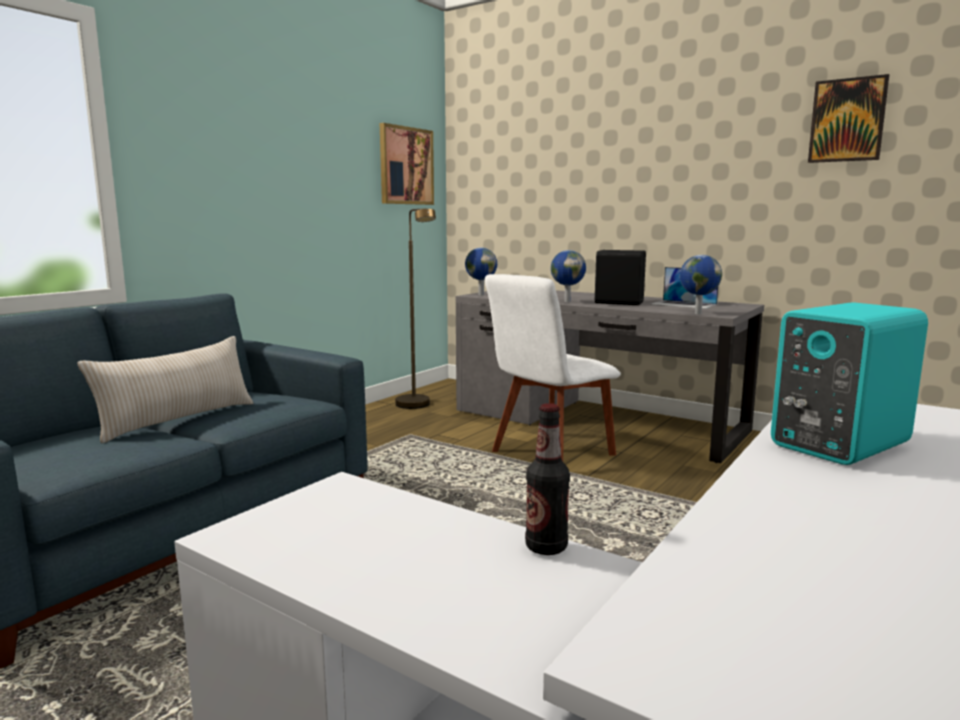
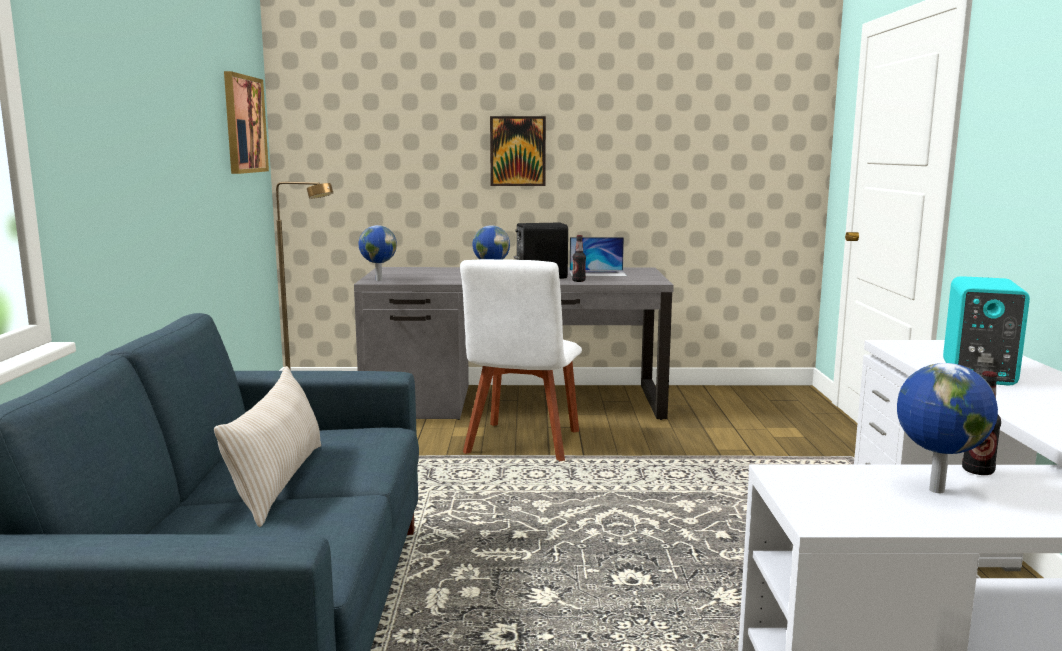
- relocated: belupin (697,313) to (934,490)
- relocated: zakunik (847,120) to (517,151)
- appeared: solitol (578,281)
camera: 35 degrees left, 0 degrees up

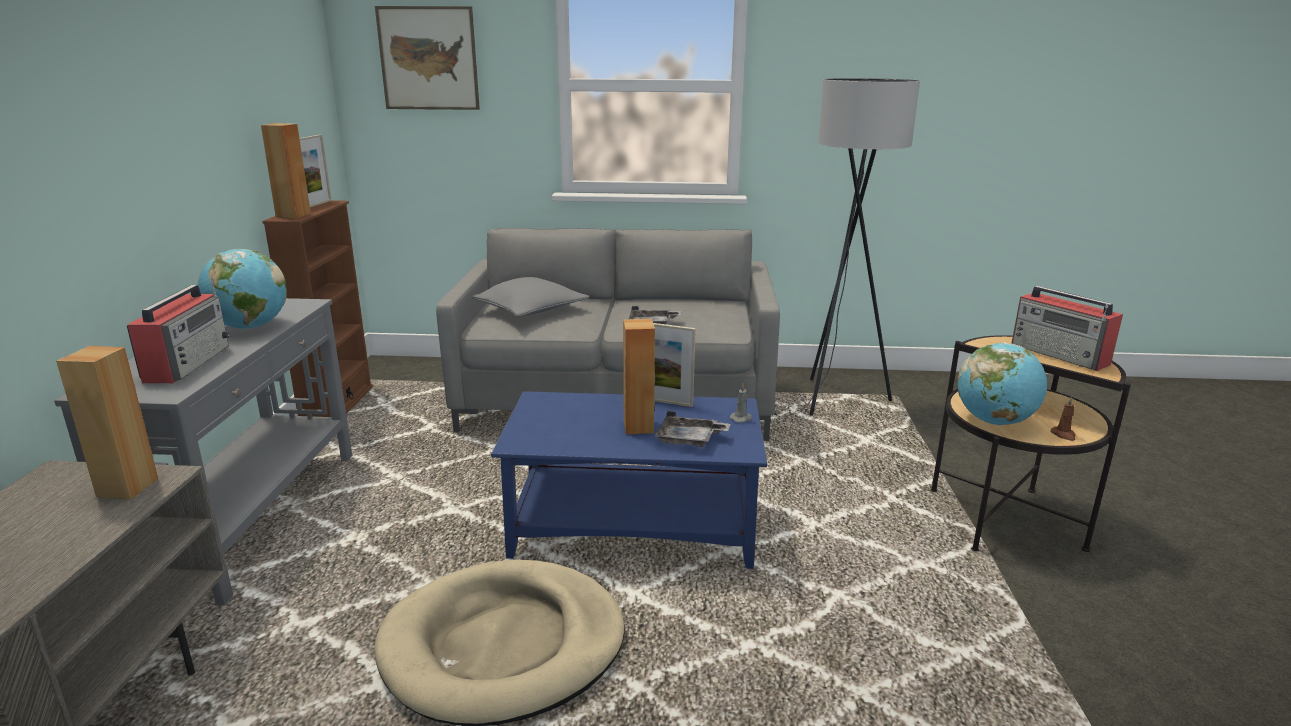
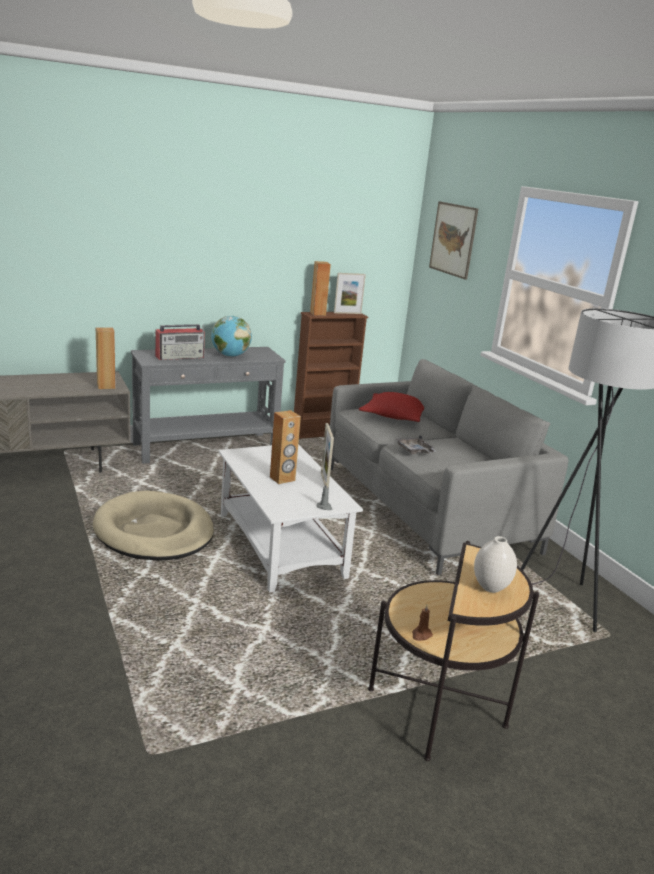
- colour: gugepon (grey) (530,310) to gugepon (red) (394,415)
- colour: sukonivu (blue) (635,527) to sukonivu (white) (281,546)
- missing: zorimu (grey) (689,440)
- missing: belupin (994,421)
- exchanged: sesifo (1060,355) to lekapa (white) (491,588)
camera: 60 degrees right, 0 degrees up

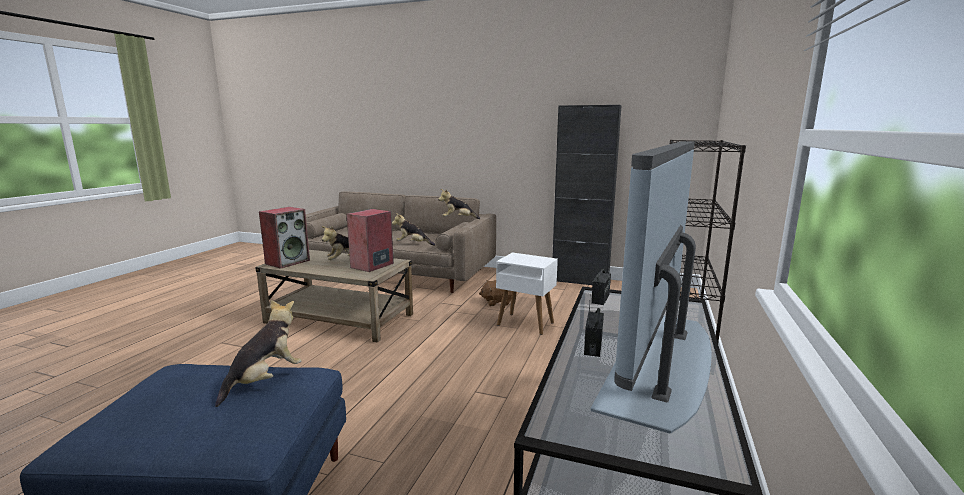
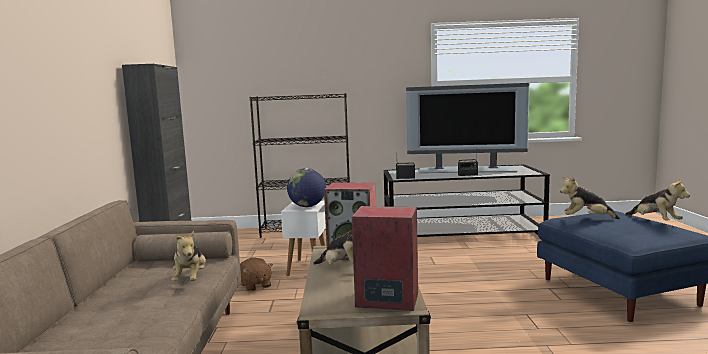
- relocated: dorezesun (458,219) to (655,221)
- appeared: belupin (307,206)
camera: 110 degrees left, 5 degrees down

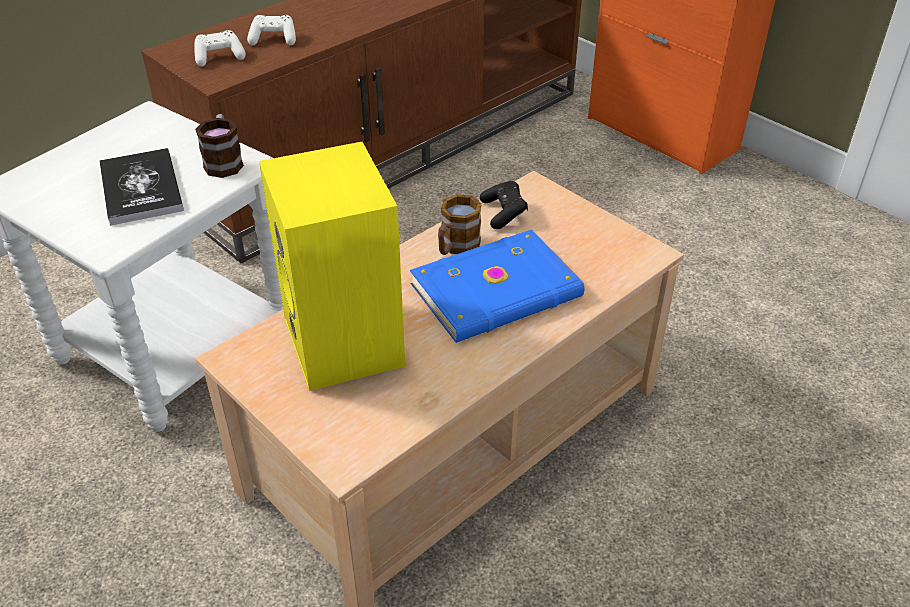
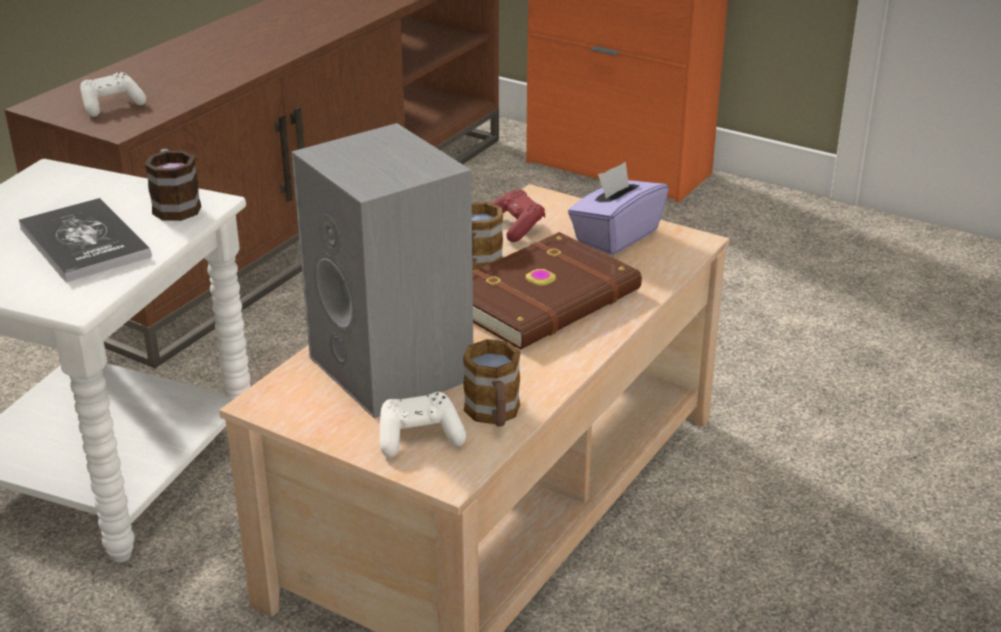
- relocated: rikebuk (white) (273,39) to (419,438)
- colour: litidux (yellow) (347,343) to litidux (grey) (395,369)
- colour: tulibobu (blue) (498,292) to tulibobu (brown) (545,299)
- colour: rikebuk (black) (504,213) to rikebuk (red) (515,226)
- appeared: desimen (494,415)
- appeared: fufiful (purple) (616,236)
camera: 15 degrees left, 10 degrees down

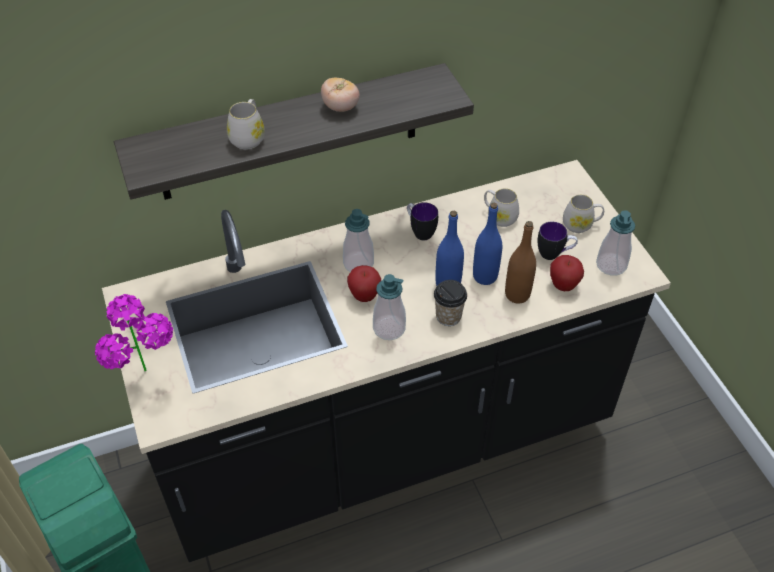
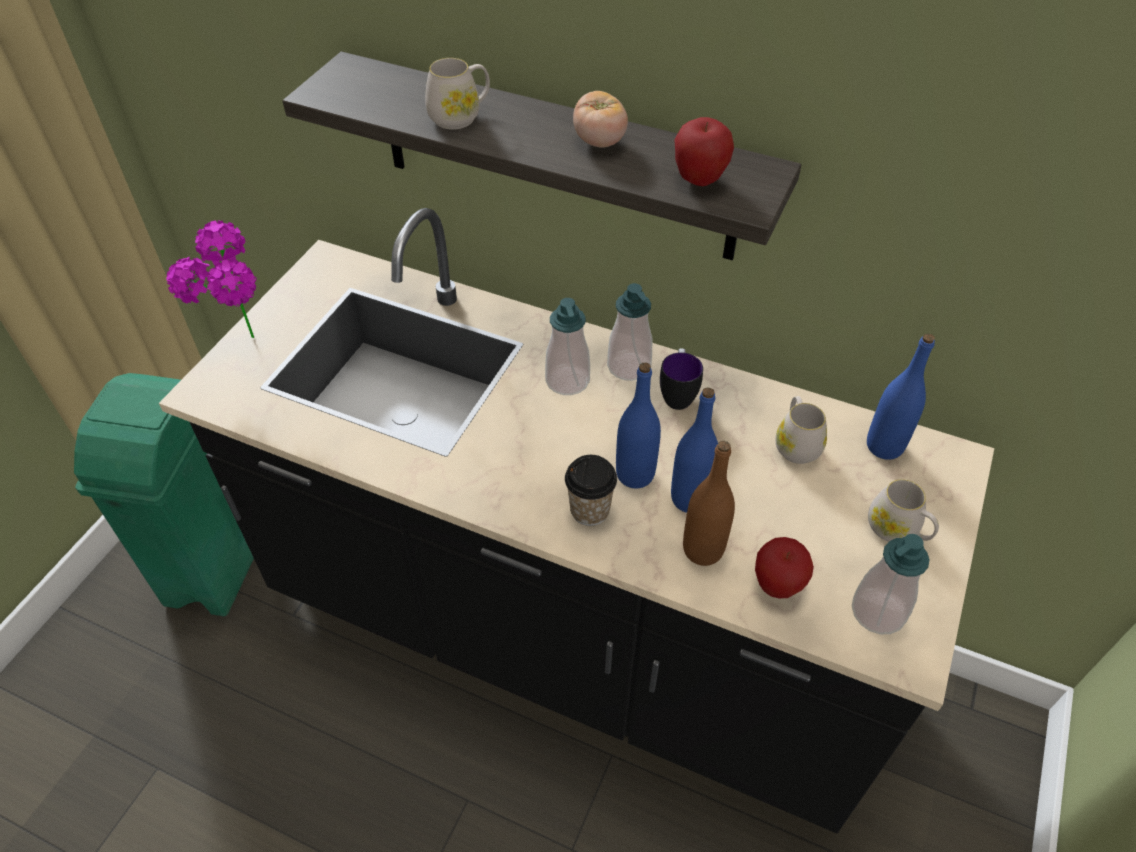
- relocated: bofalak (364,296) to (699,180)
- relocated: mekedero (389,328) to (629,366)
- missing: desimen (554,254)
- appeared: solitol (blue) (884,446)
camera: 45 degrees right, 0 degrees up

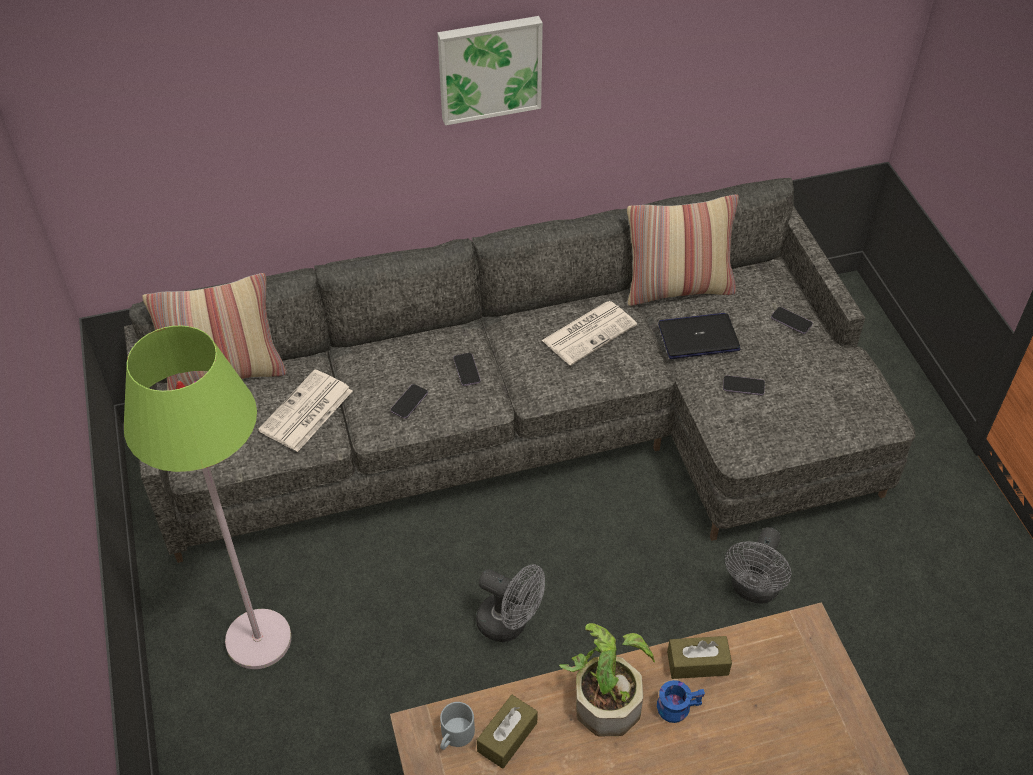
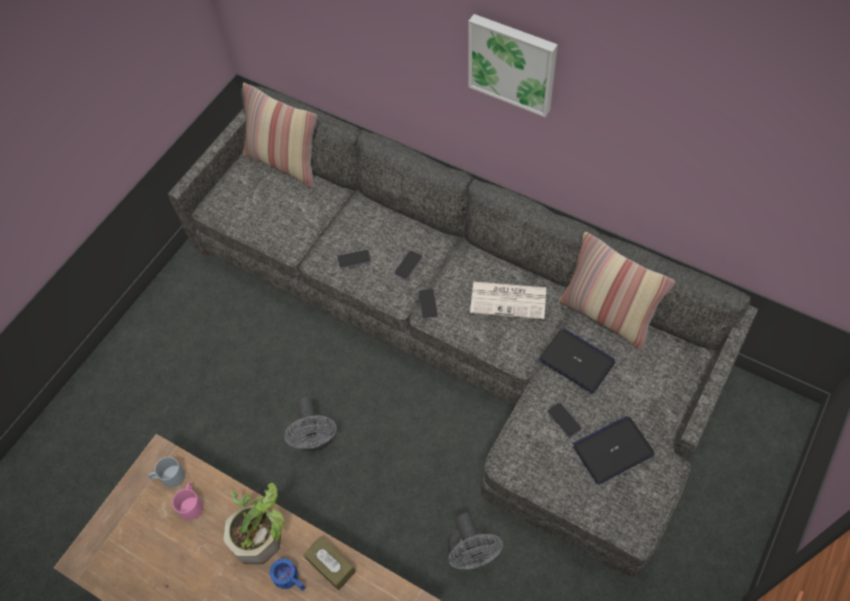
- missing: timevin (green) (258,639)
- missing: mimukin (306,412)
- exchanged: fufiful (brown) (507,737) to desimen (pink) (191,503)
- spun: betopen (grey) (753,590) = (471,553) 90 degrees counterclockwise
- relocated: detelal (791,321) to (428,304)
- appeared: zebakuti (613,450)
camera: 50 degrees right, 10 degrees up

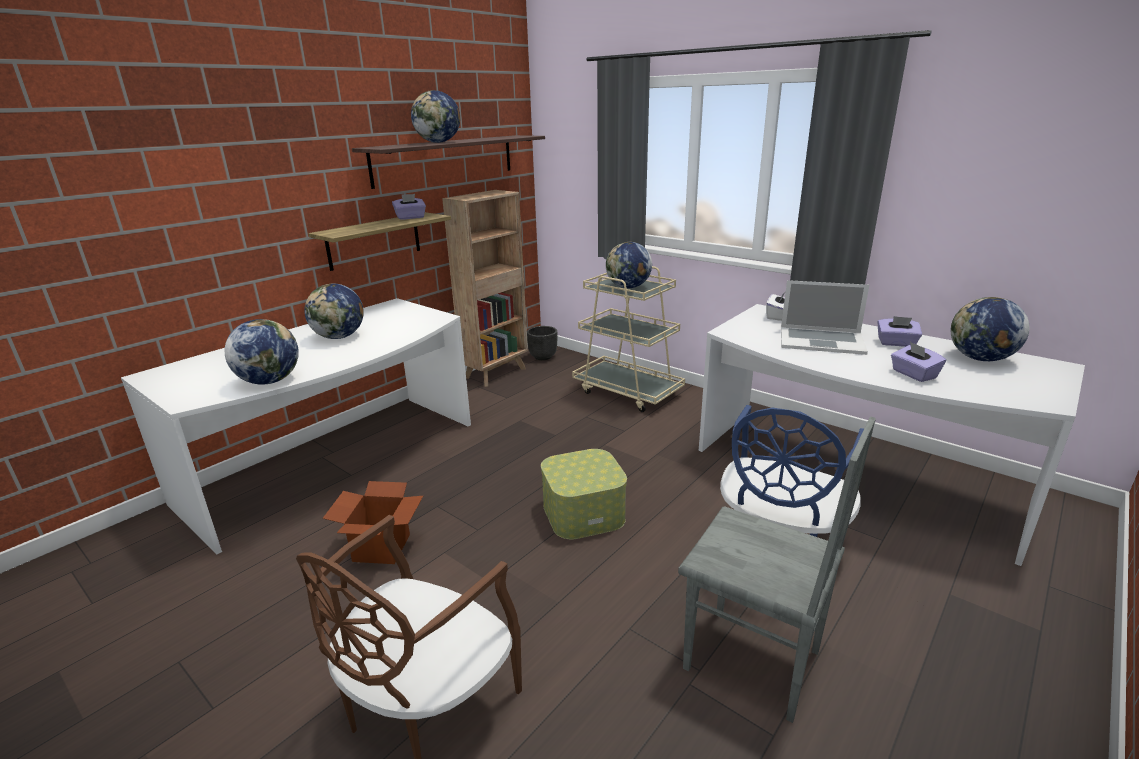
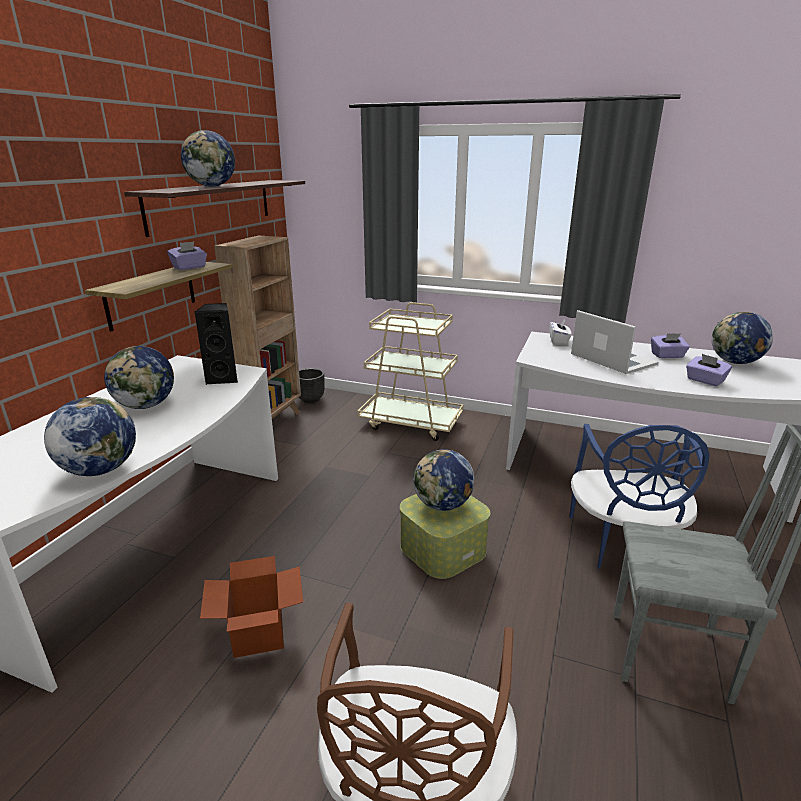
- relocated: belupin (628,287) to (442,505)
- spun: zebakuti (821,340) = (612,359) 120 degrees counterclockwise
- appeared: litidux (black) (224,378)
camera: 20 degrees left, 0 degrees up

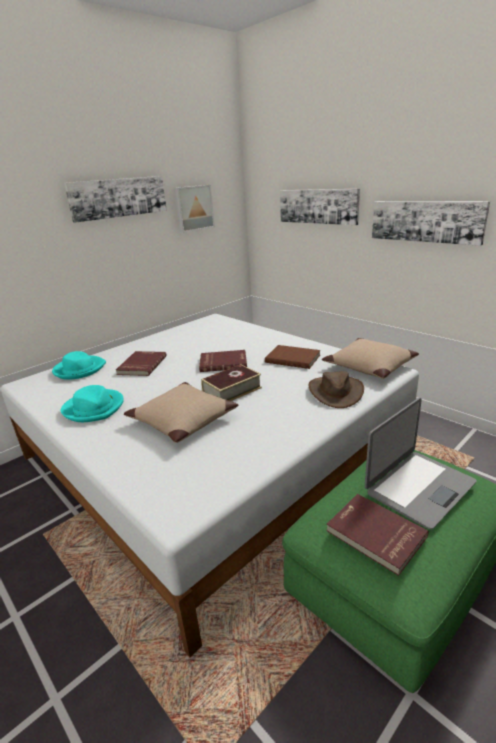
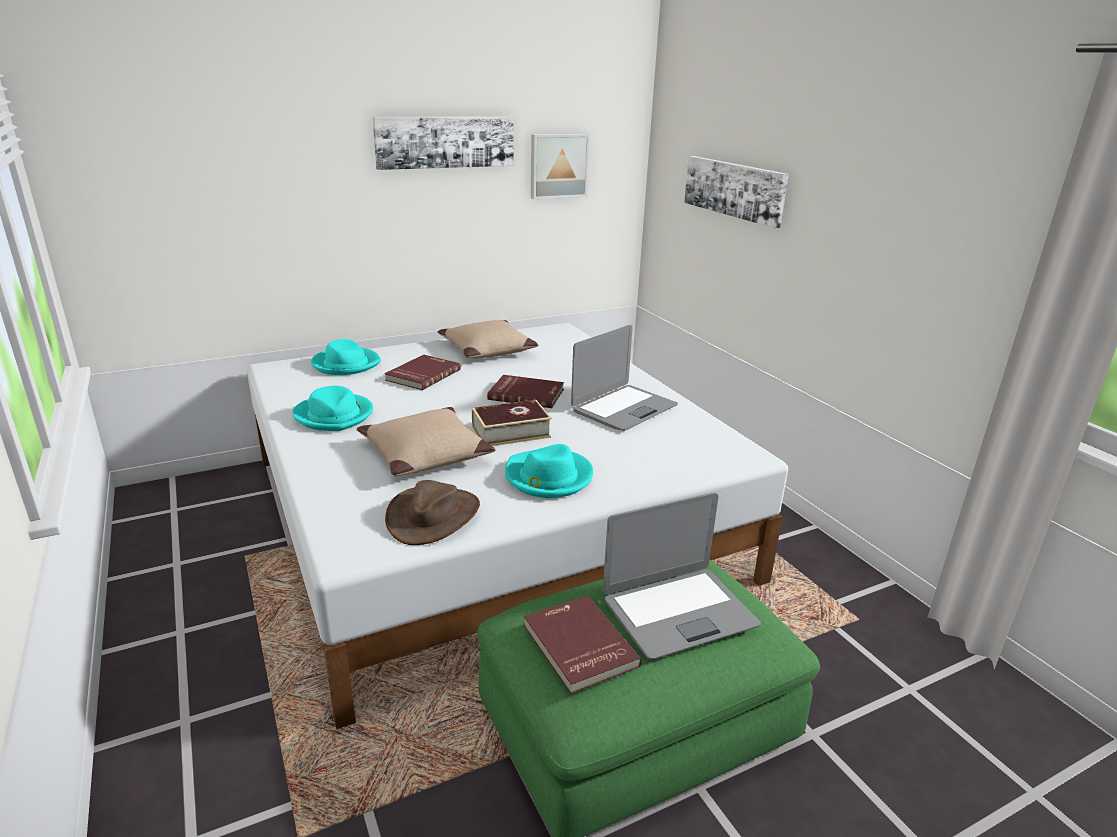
- exchanged: tulibobu (brown) (293,358) to zebakuti (623,408)
- relocated: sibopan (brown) (335,392) to (433,515)
- relocated: gugepon (beige) (369,366) to (487,349)
- missing: zakunik (426,221)
- appeared: sibopan (turquoise) (548,477)
camera: 15 degrees right, 0 degrees up

